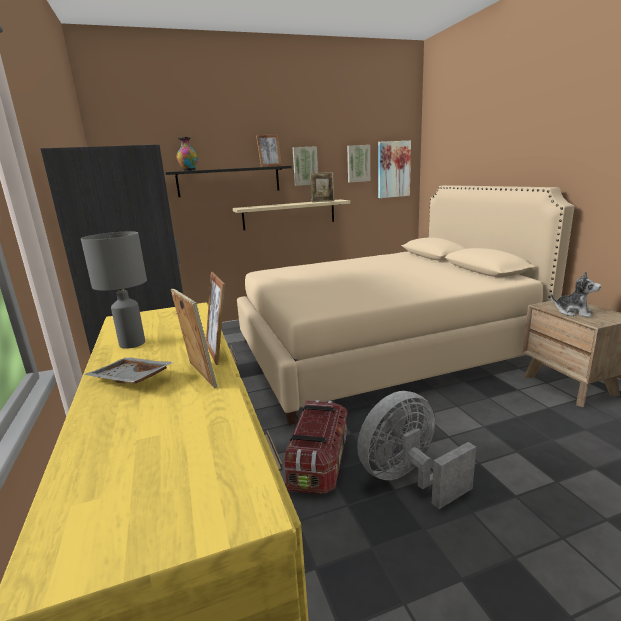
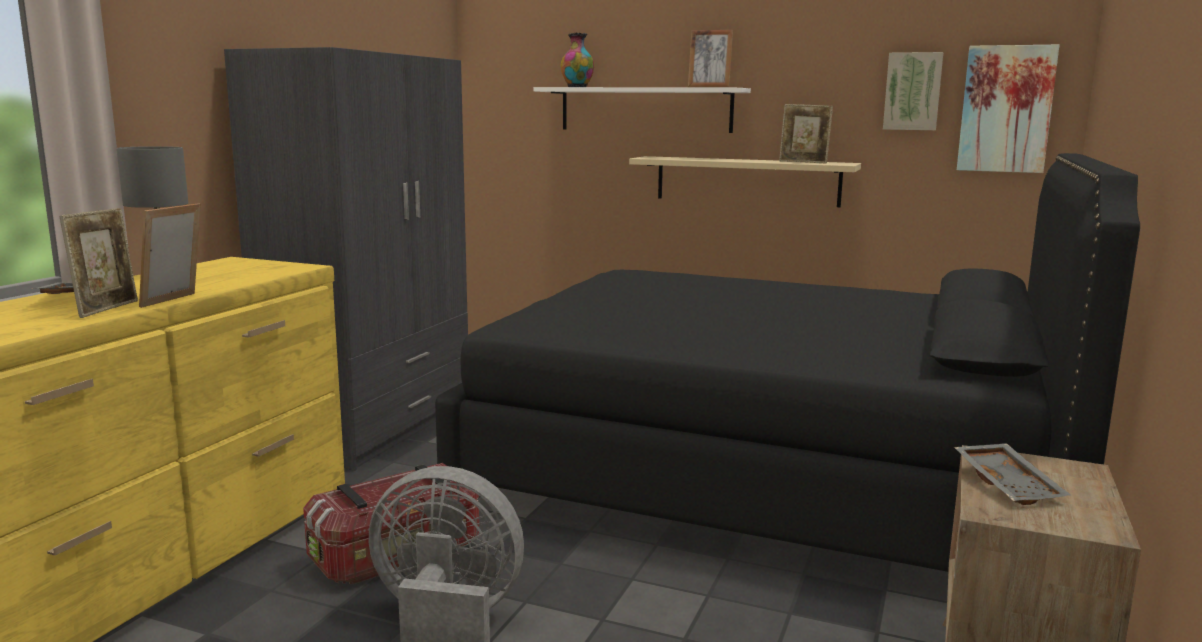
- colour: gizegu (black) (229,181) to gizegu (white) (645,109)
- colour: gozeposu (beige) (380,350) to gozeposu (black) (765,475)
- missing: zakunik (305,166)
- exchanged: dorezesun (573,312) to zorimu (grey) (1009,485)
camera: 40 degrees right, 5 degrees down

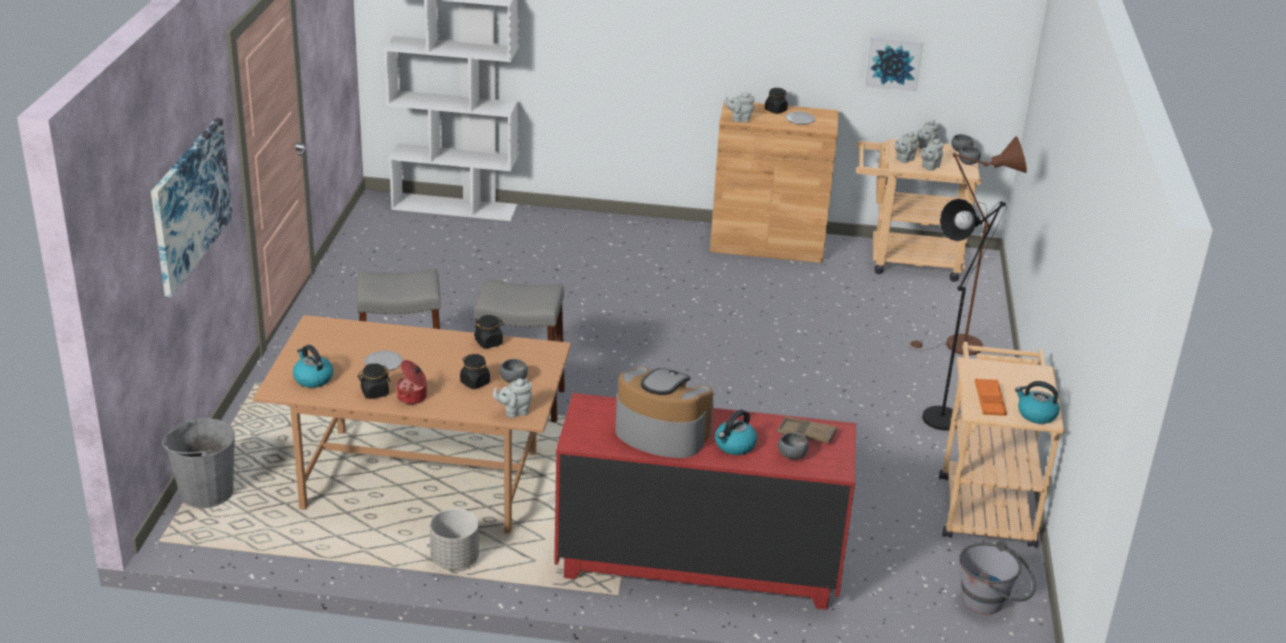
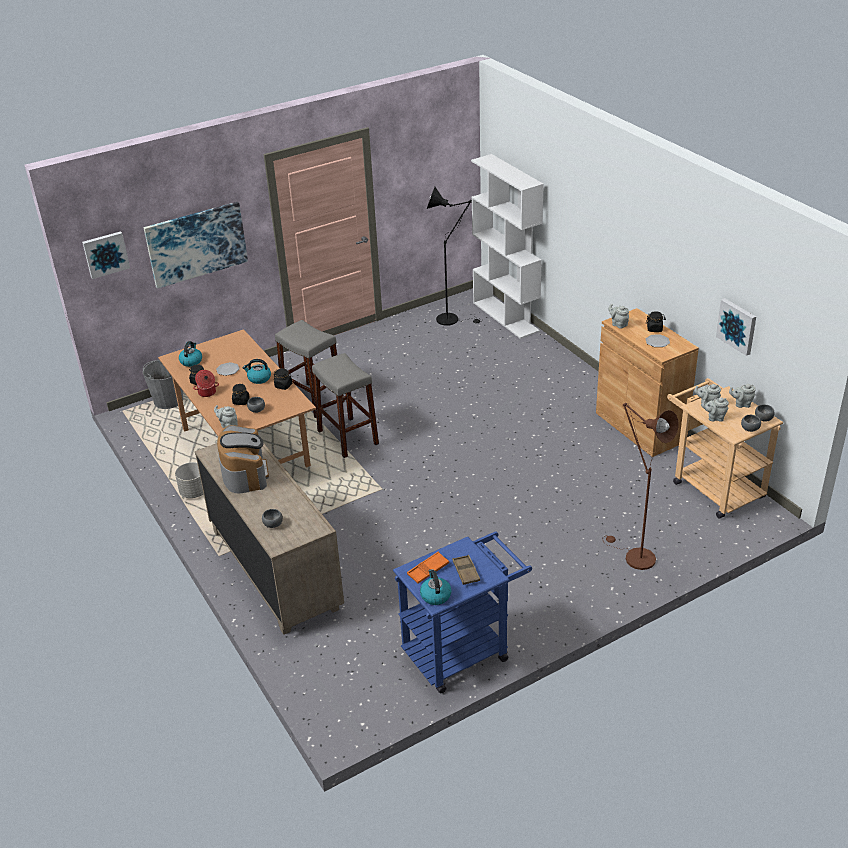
- colour: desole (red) (698,564) to desole (beige) (274,569)
- relocated: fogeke (734,446) to (259,378)
- relocated: zorimu (brown) (806,434) to (466,572)
- relocated: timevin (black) (945,415) to (452,319)
- colour: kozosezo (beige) (985,503) to kozosezo (blue) (463,650)
- missing: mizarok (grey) (991,603)
- appeared: zakunik (105,254)
camera: 55 degrees right, 5 degrees up

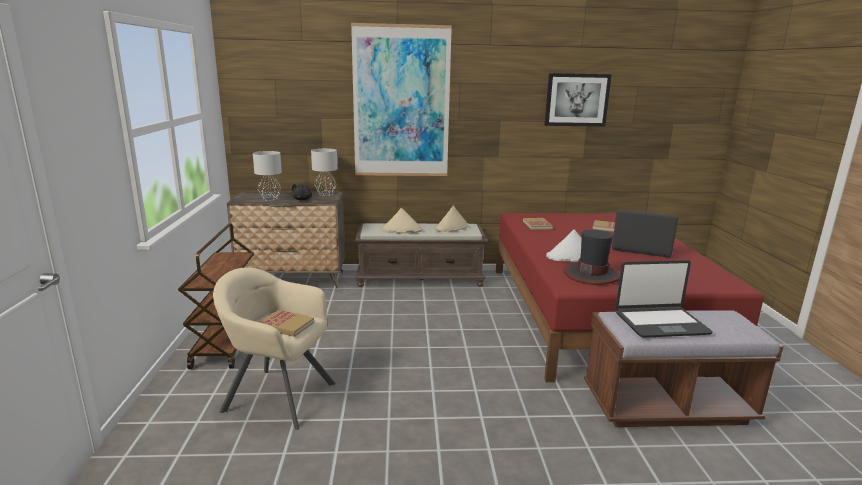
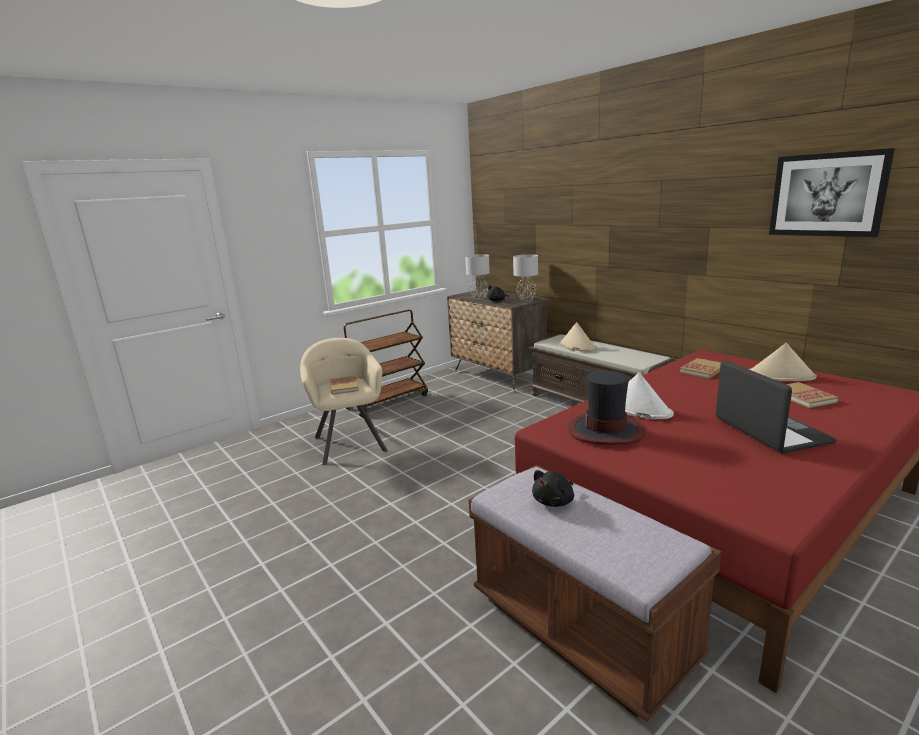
- missing: zakunik (401,102)
- relocated: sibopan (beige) (452,227) to (780,376)
- exchanged: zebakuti (660,323) to dorezesun (black) (554,501)
camera: 55 degrees right, 0 degrees up

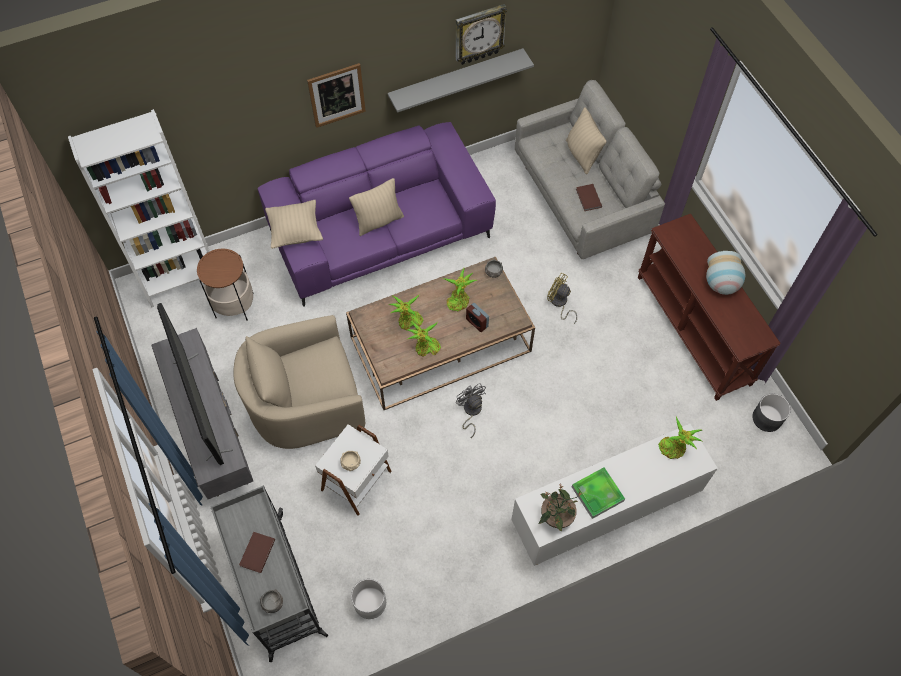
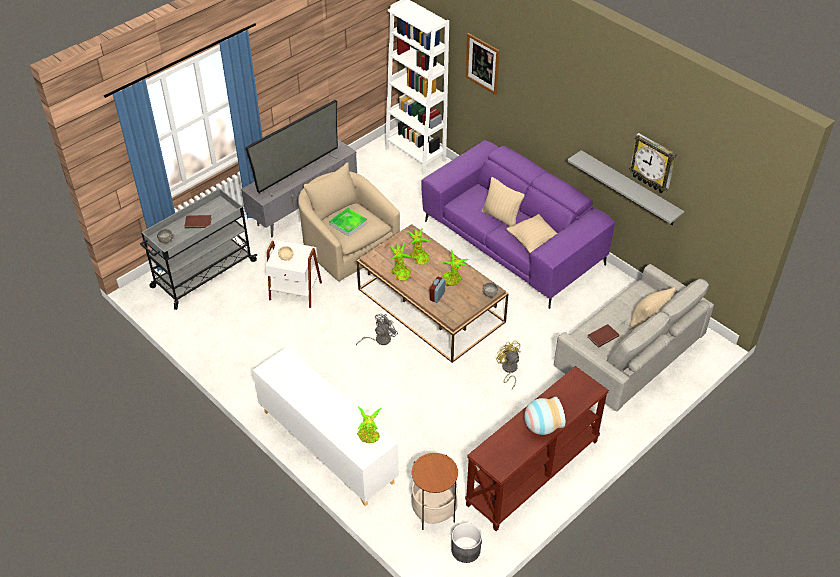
- relocated: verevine (234,305) to (434,512)
- relocated: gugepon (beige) (295,232) to (533,242)
- relocated: zakunik (336,95) to (482,63)
- missing: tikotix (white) (370,603)
- missing: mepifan (556,517)
- spun: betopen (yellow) (559,303) = (508,370) 45 degrees counterclockwise
- relocated: zorimu (597,494) to (348,224)
camera: 70 degrees right, 15 degrees down

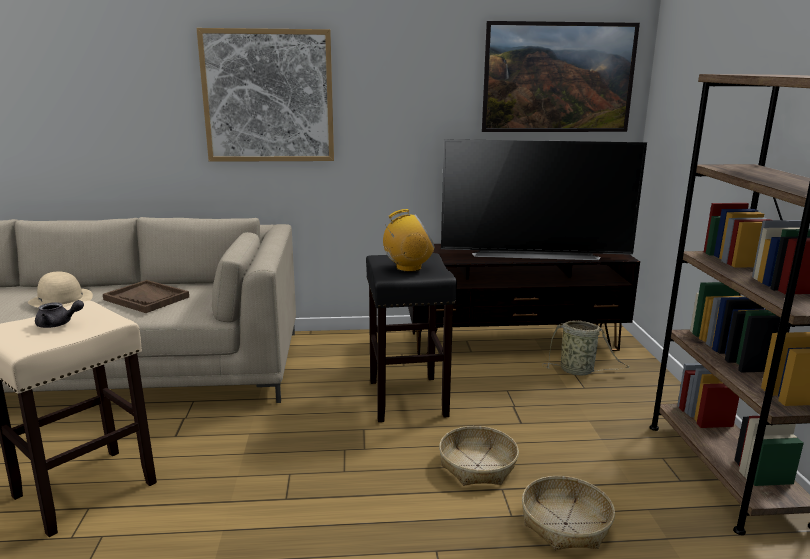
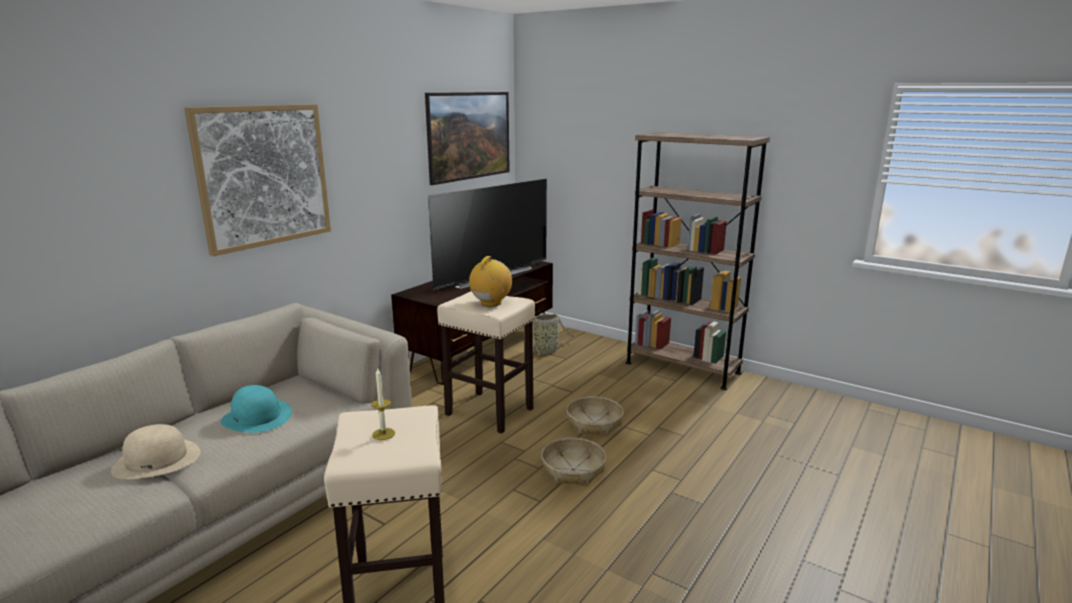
- exchanged: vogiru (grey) (58,324) to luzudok (383,434)
- exchanged: zorimu (brown) (147,298) to sibopan (turquoise) (257,417)
- colour: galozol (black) (407,397) to galozol (beige) (488,411)
- relocated: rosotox (565,523) to (573,469)
camera: 50 degrees left, 0 degrees up

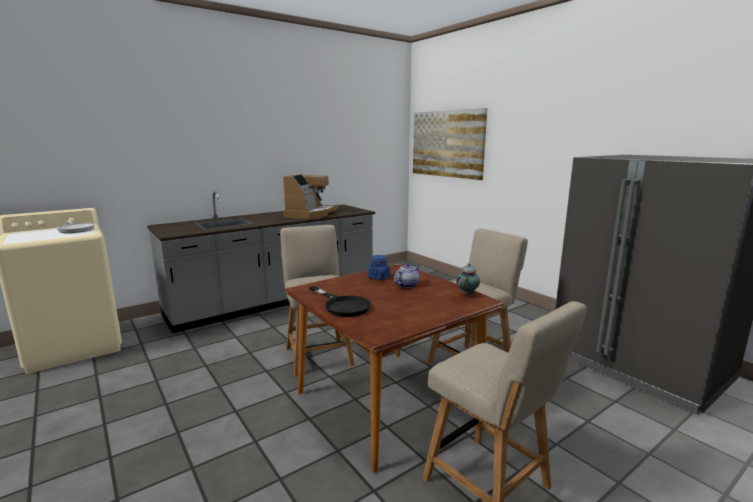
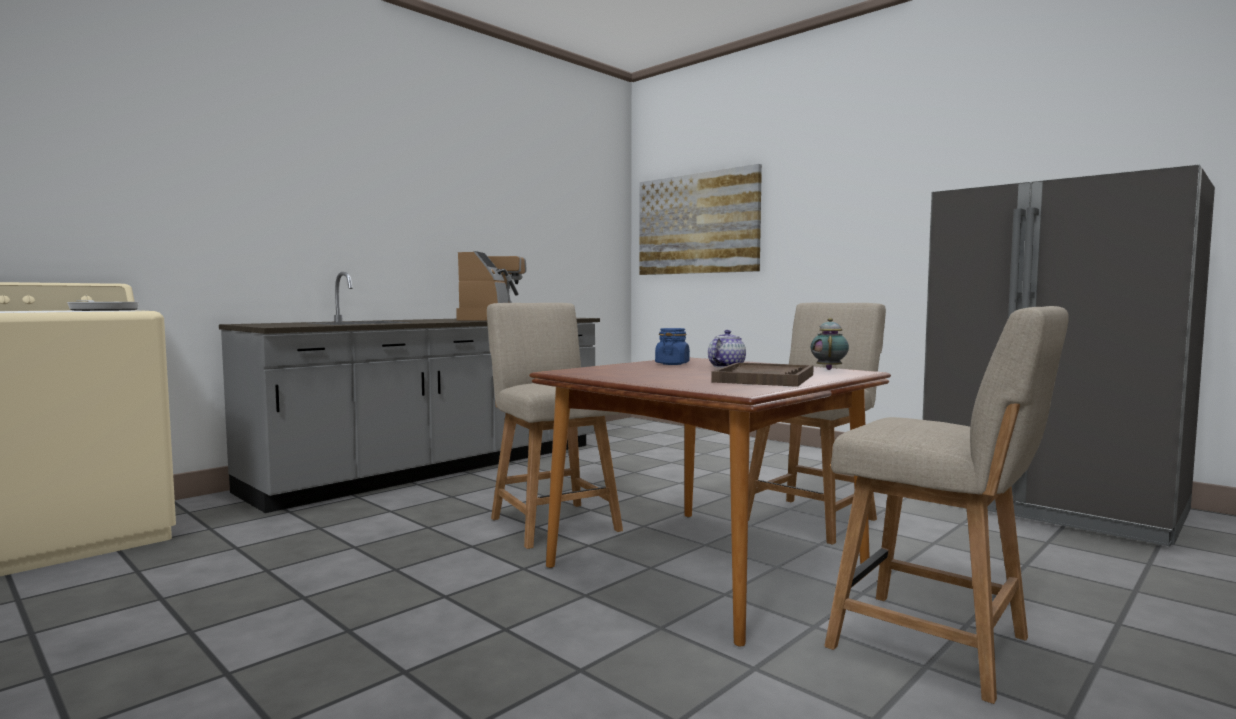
- missing: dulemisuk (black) (342,305)
- appeared: zorimu (brown) (764,378)
camera: 10 degrees left, 10 degrees down

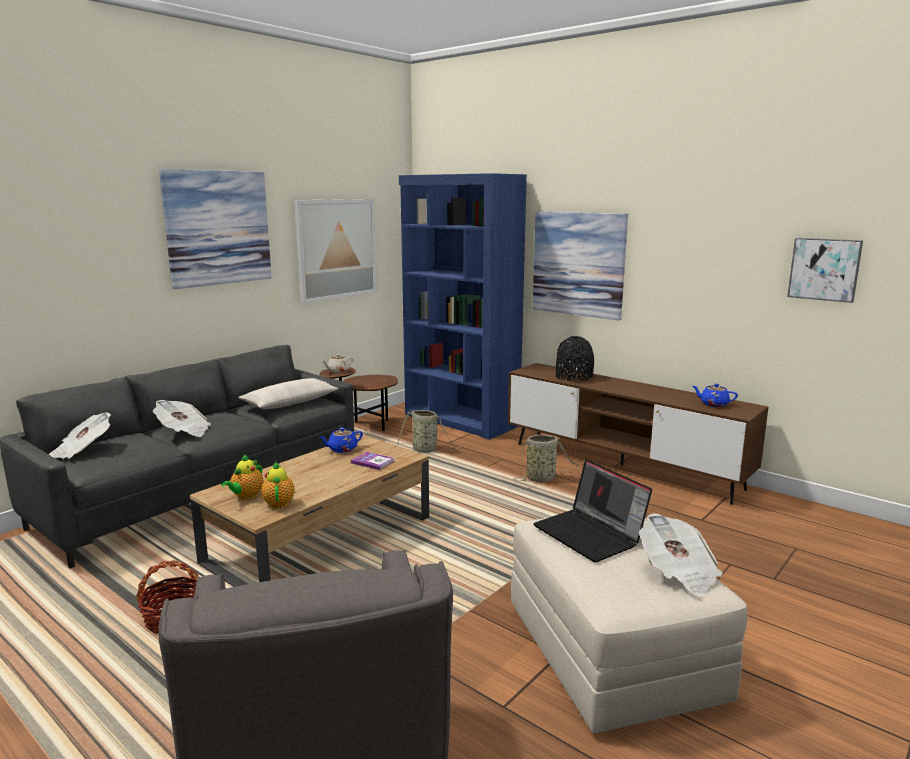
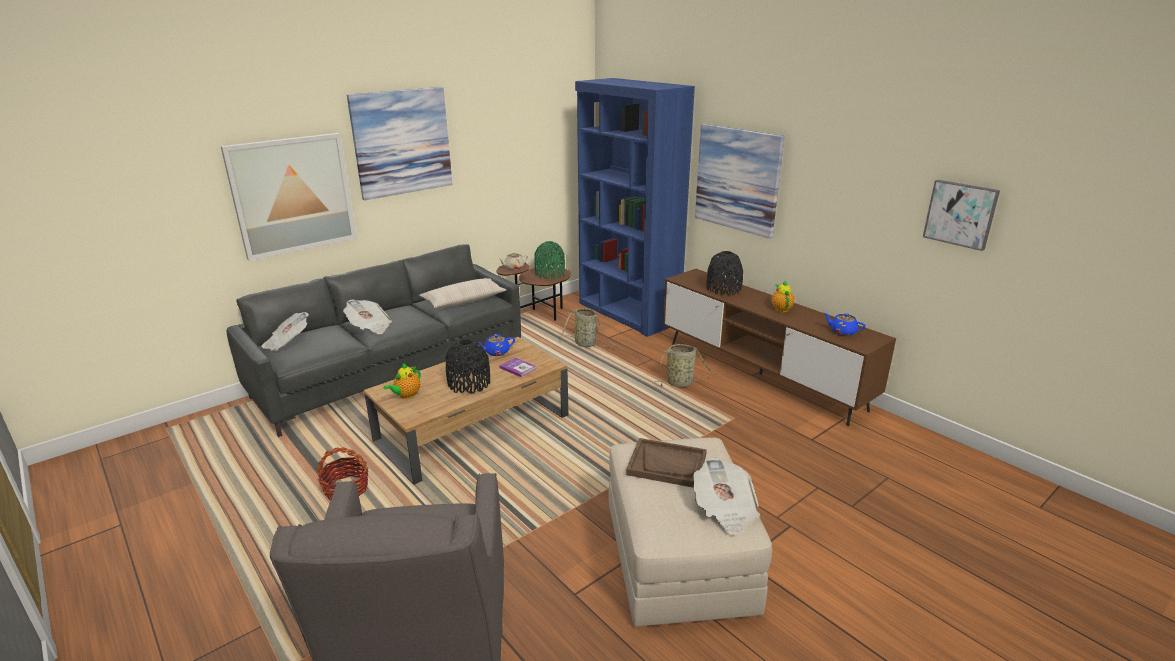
- relocated: vogiru (279,503) to (781,309)
- relocated: zakunik (336,249) to (293,195)
- exchanged: zebakuti (591,535) to zorimu (brown) (667,464)
- appeared: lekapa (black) (469,384)
- appeared: lekapa (green) (550,274)
camera: 10 degrees right, 10 degrees up

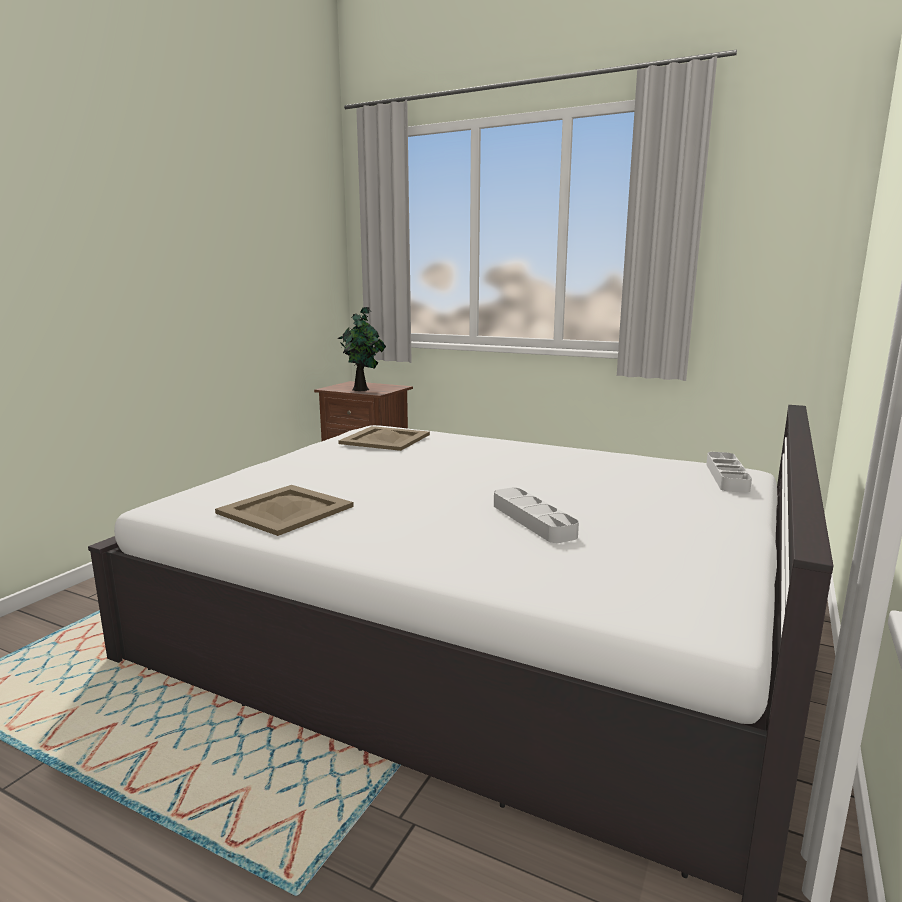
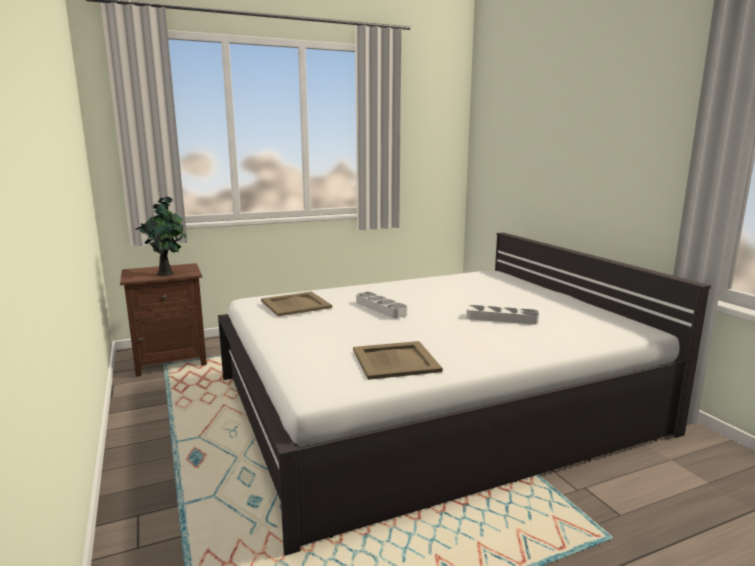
- relocated: zorimu (grey) (726,476) to (380,308)
camera: 50 degrees left, 0 degrees up

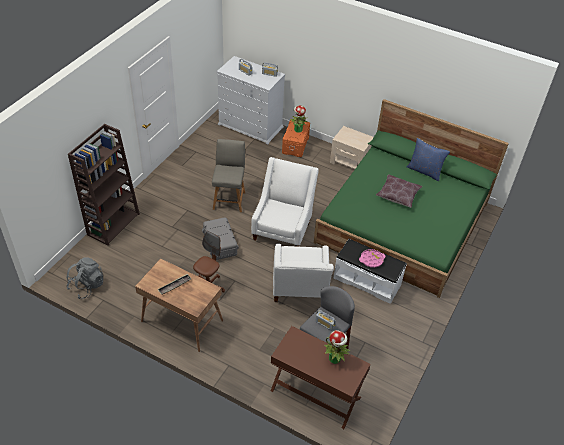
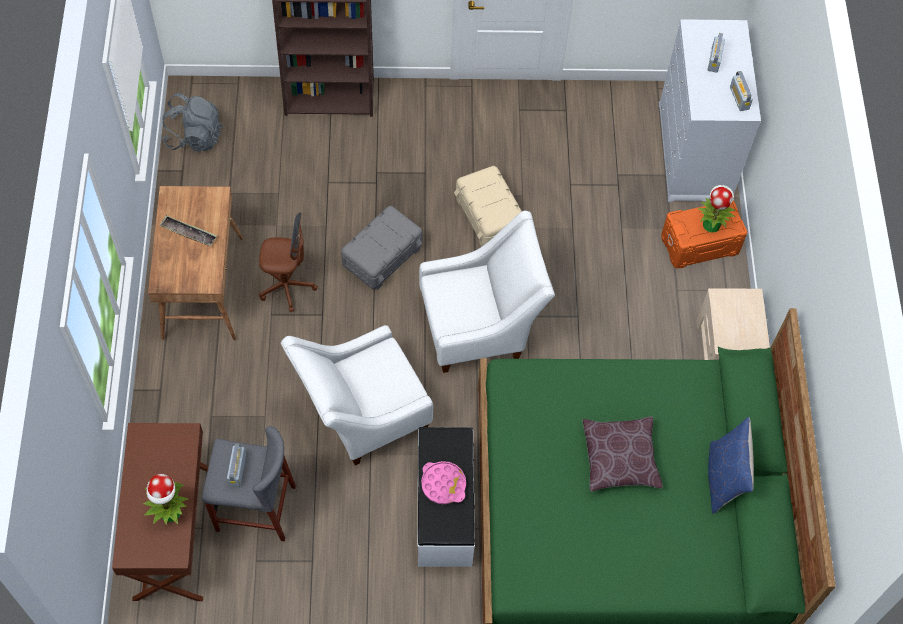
- exchanged: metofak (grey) (229,199) to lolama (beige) (489,216)
camera: 60 degrees right, 15 degrees up

